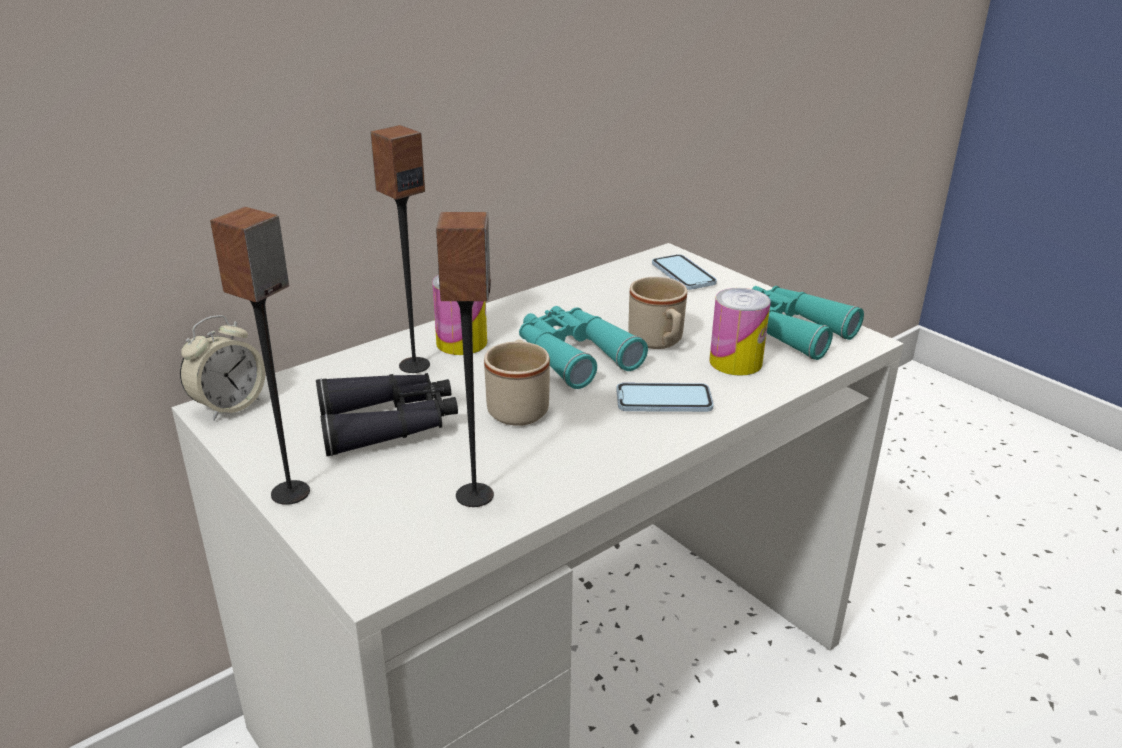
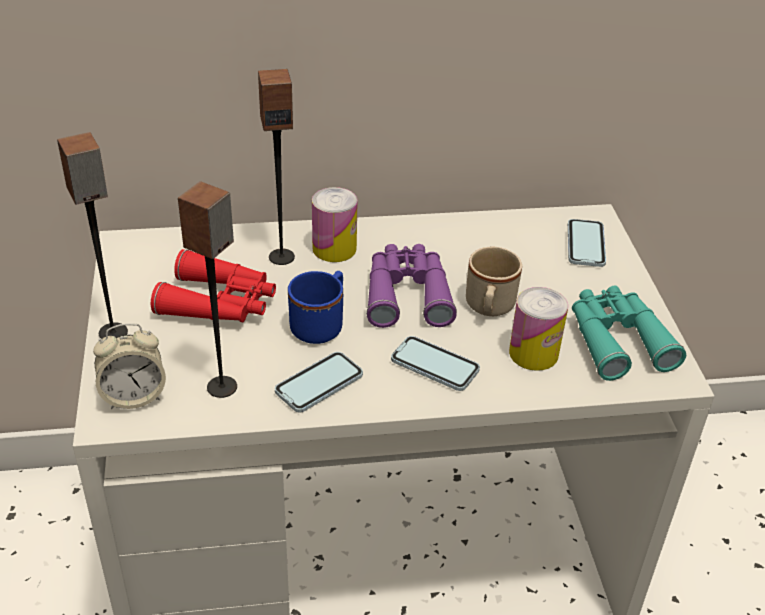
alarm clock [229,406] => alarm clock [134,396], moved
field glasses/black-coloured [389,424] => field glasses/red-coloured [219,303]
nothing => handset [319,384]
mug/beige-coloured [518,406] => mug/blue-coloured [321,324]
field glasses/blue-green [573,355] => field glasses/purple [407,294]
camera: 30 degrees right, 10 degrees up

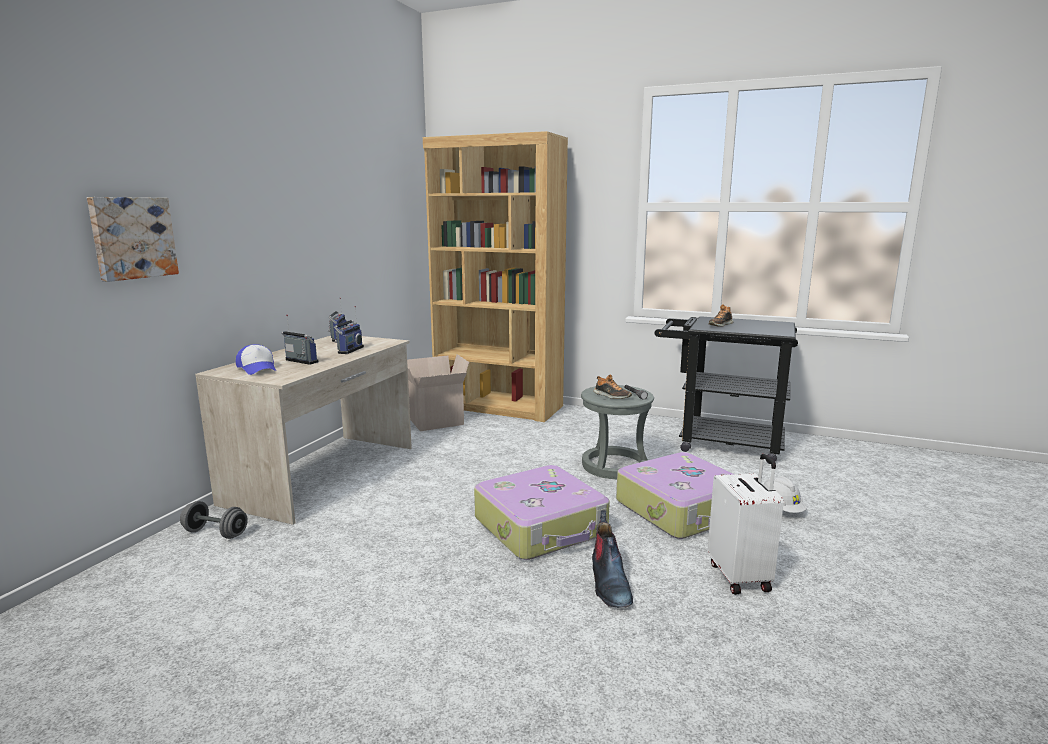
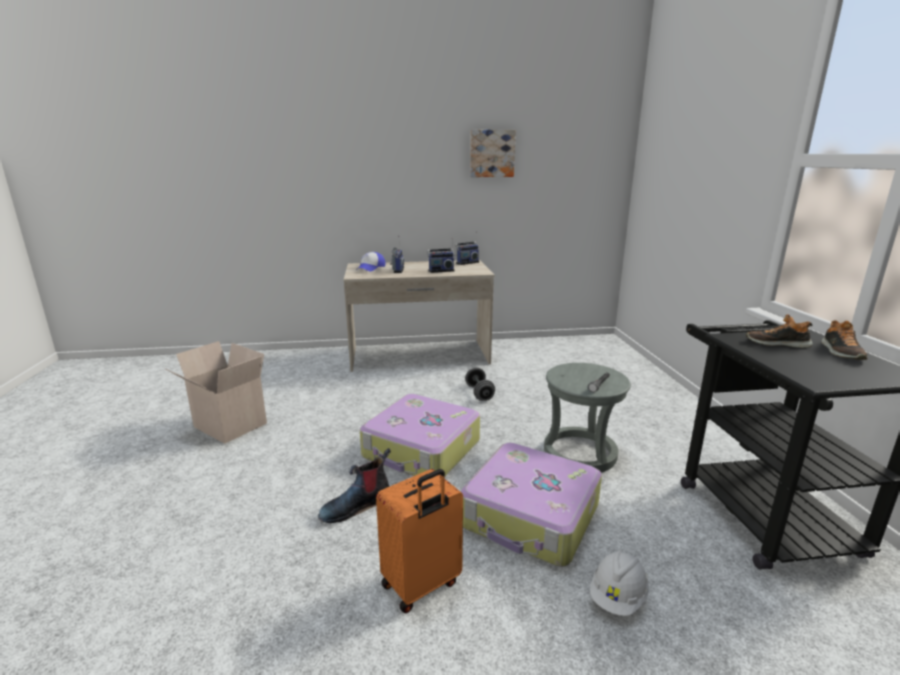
carton [436,422] => carton [228,425], moved
travel case/white [740,576] => travel case/orangey [422,585]
hand weight/gray [215,533] => hand weight/gray [479,393], moved
wall art [132,238] => wall art [491,153], moved
item of footwear [611,396] => item of footwear [841,352], moved
bookshelf/brown-coloured [498,406] => nothing
camera: 60 degrees right, 5 degrees up

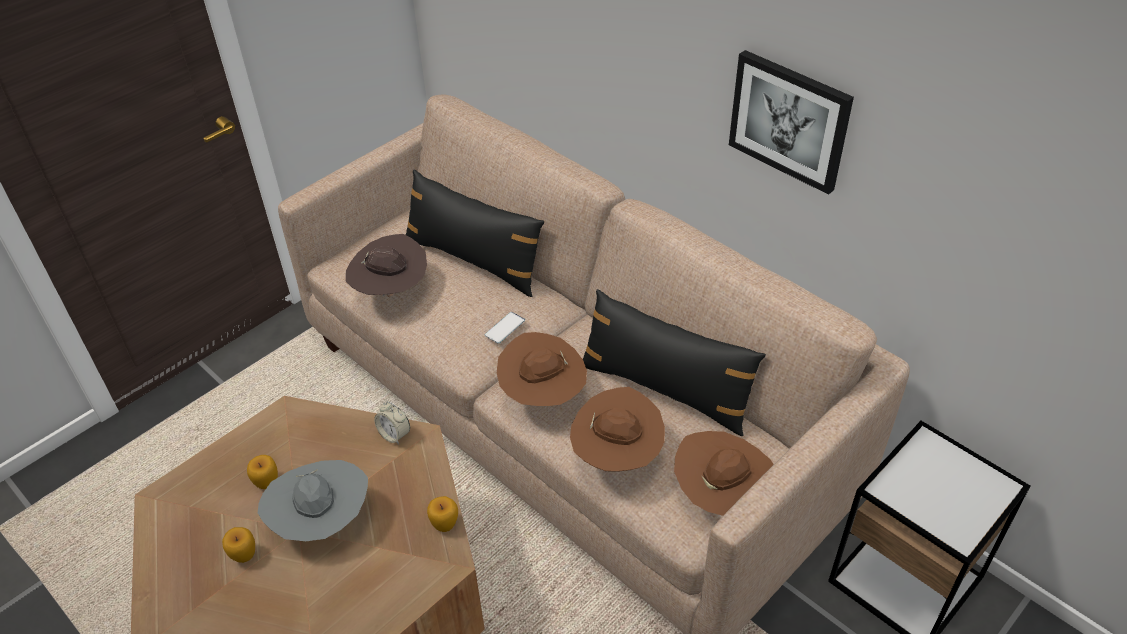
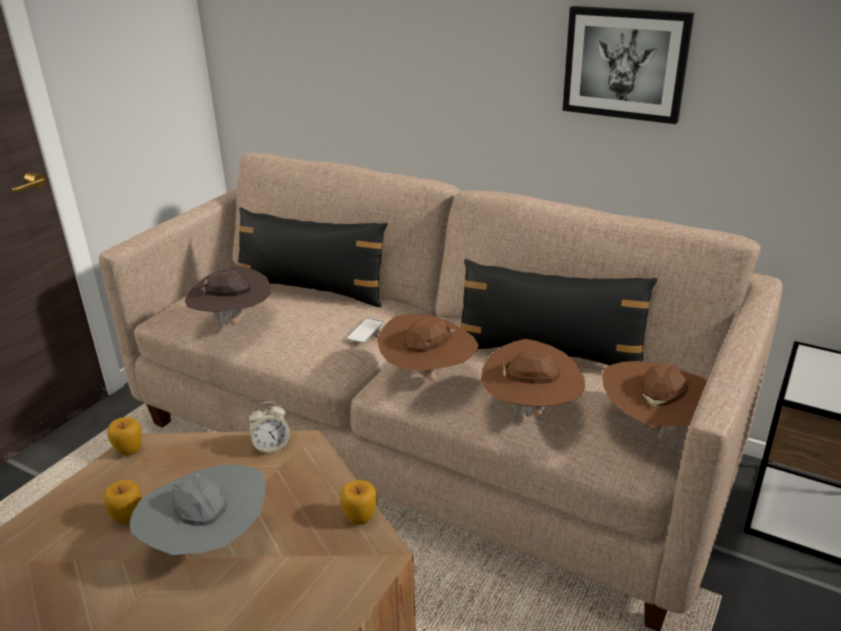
apple [244,555] => apple [129,451], moved
alarm clock [394,435] => alarm clock [271,446], 45 degrees counterclockwise
camera: 15 degrees left, 15 degrees down

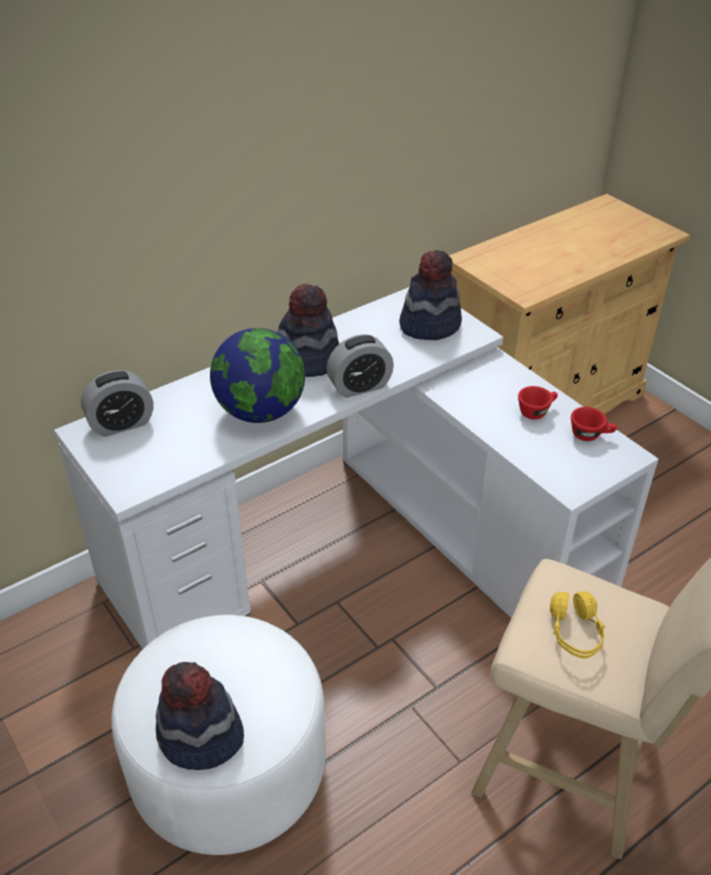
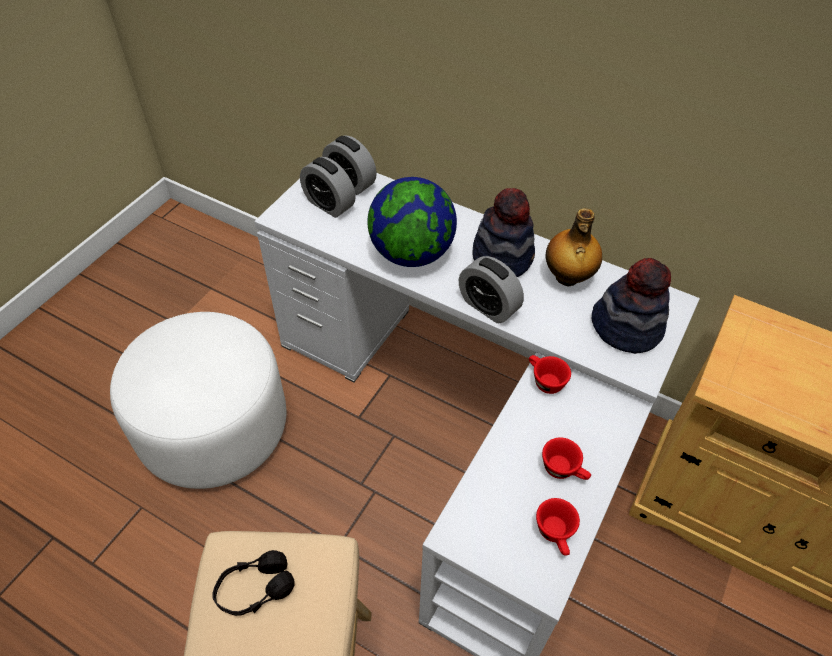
headset/yellowish [575,633] => headset/black-coloured [255,589]
nothing => alarm clock [329,204]
nothing => drinking cup/red-coloured [544,381]
nothing => drink bottle [567,277]
wearable hat [200,737] => nothing
camera: 65 degrees right, 10 degrees up

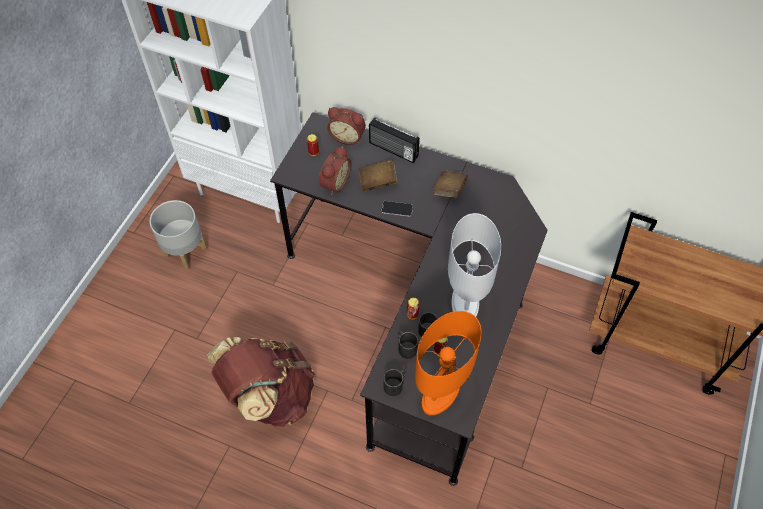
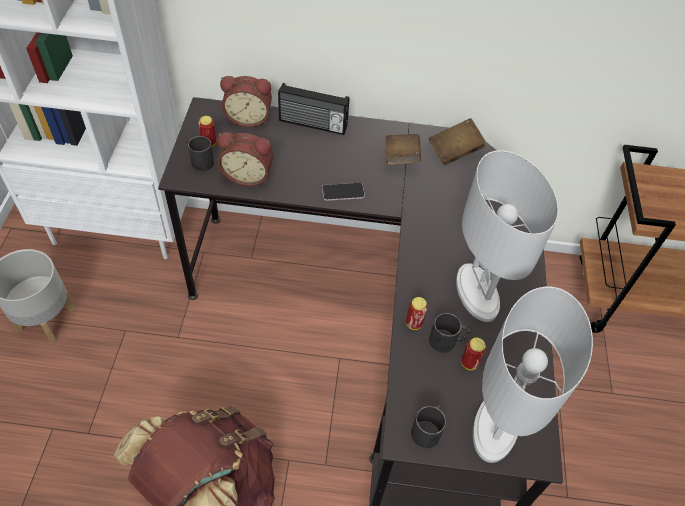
mug/black-coloured [405,347] => mug/black-coloured [199,161], moved
alarm clock [334,182] => alarm clock [248,175], 90 degrees clockwise
bound book/brown-coloured [377,181] => bound book/brown-coloured [454,151], moved
tabletop lamp/orangey [440,393] => tabletop lamp/white [495,426]
camera: 20 degrees left, 5 degrees down

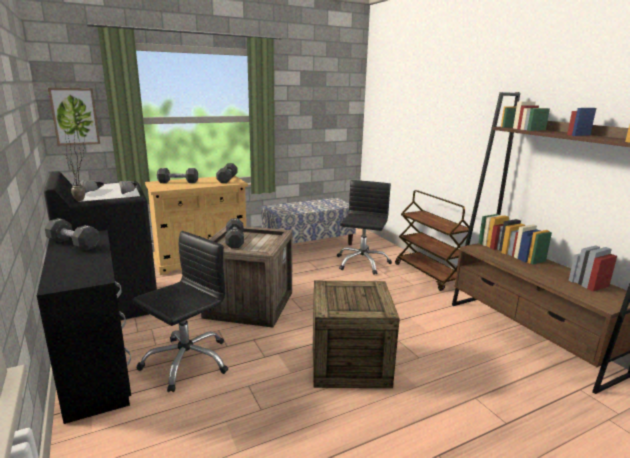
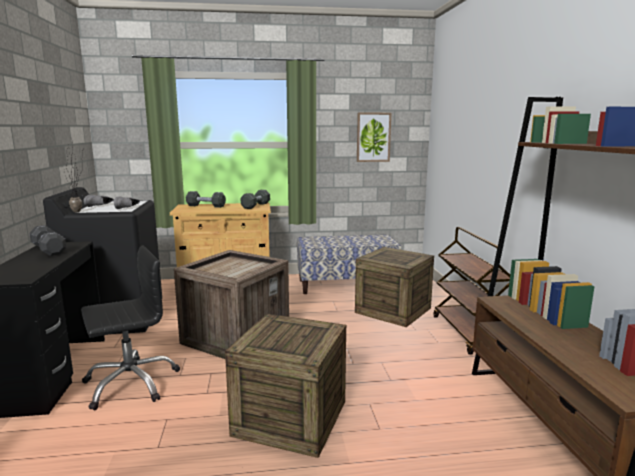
office chair/black-coloured [362,263] => crate [393,310]
wall art [75,116] => wall art [373,137], moved
hand weight/black-coloured [235,240] => nothing
camera: 20 degrees right, 5 degrees down

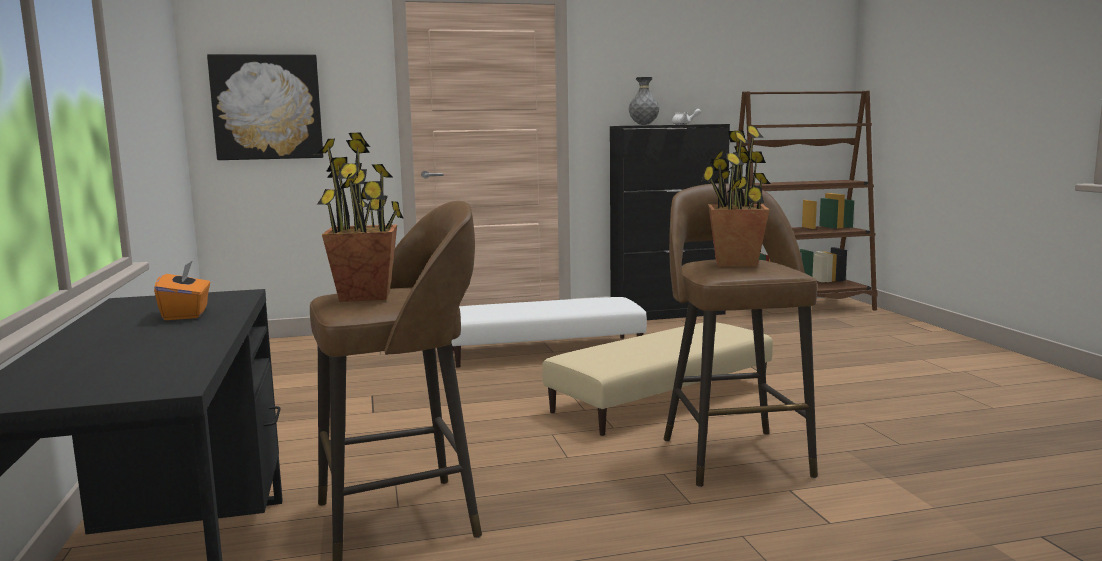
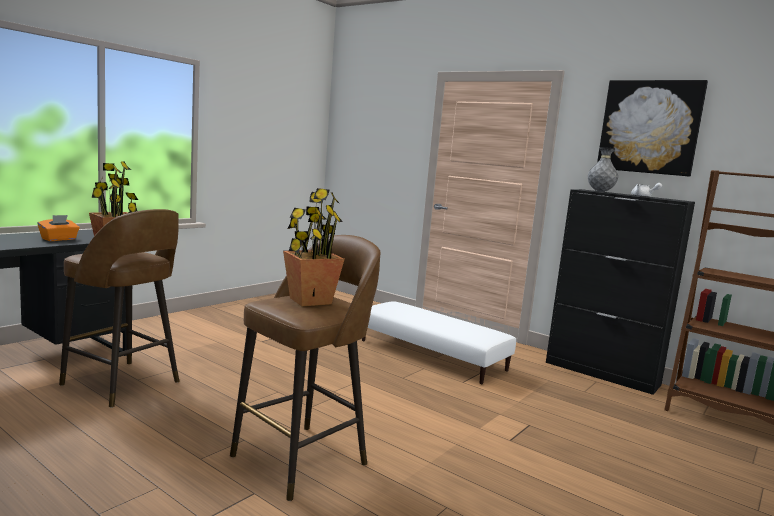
wall art [267,107] => wall art [649,127], moved
pouffe/beige-coloured [661,397] => nothing
camera: 50 degrees right, 0 degrees up

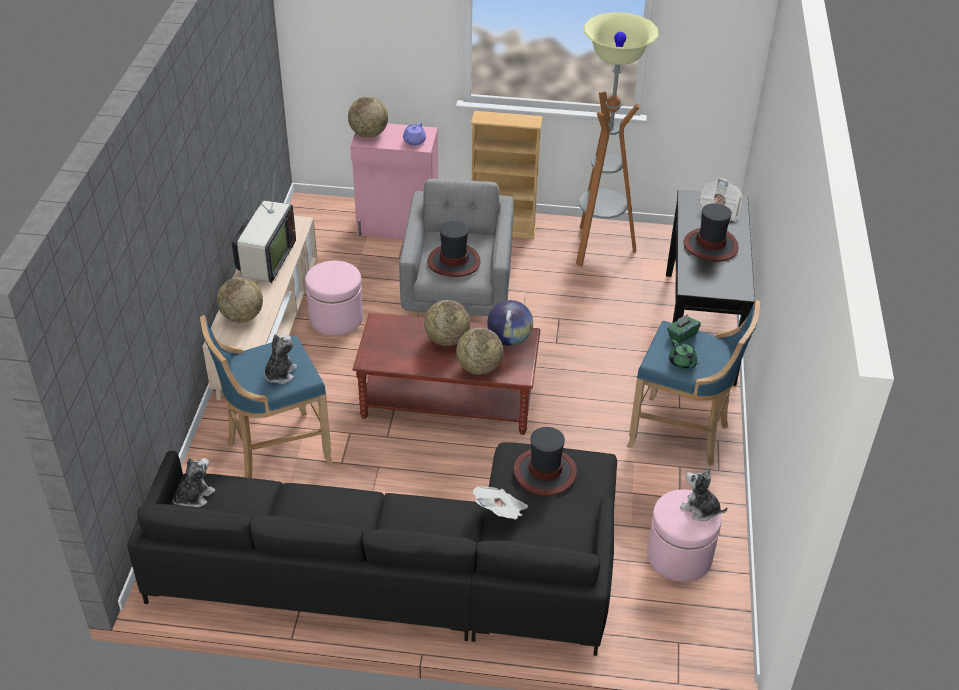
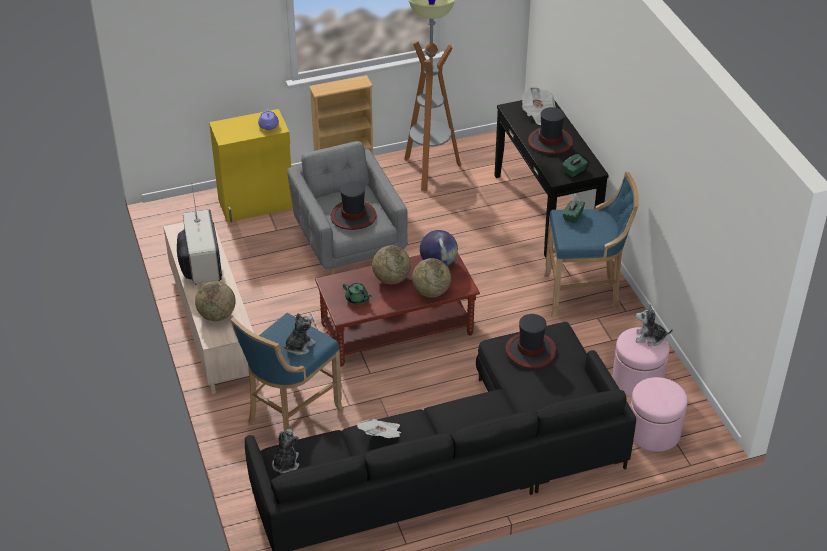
storage cabinet/pink-coloured [398,227] => storage cabinet/yellowish [257,204]
cuddly toy [280,374] => cuddly toy [299,346], 45 degrees clockwise
tea pot/green-coloured [682,363] => tea pot/green-coloured [357,299], moved
printed paper [500,512] => printed paper [381,436], moved
nothing => tissue holder/green-coloured [574,171]
pouffe/pink-coloured [336,318] => pouffe/pink-coloured [653,432], moved
globe [369,134] => nothing
camera: 25 degrees left, 0 degrees up

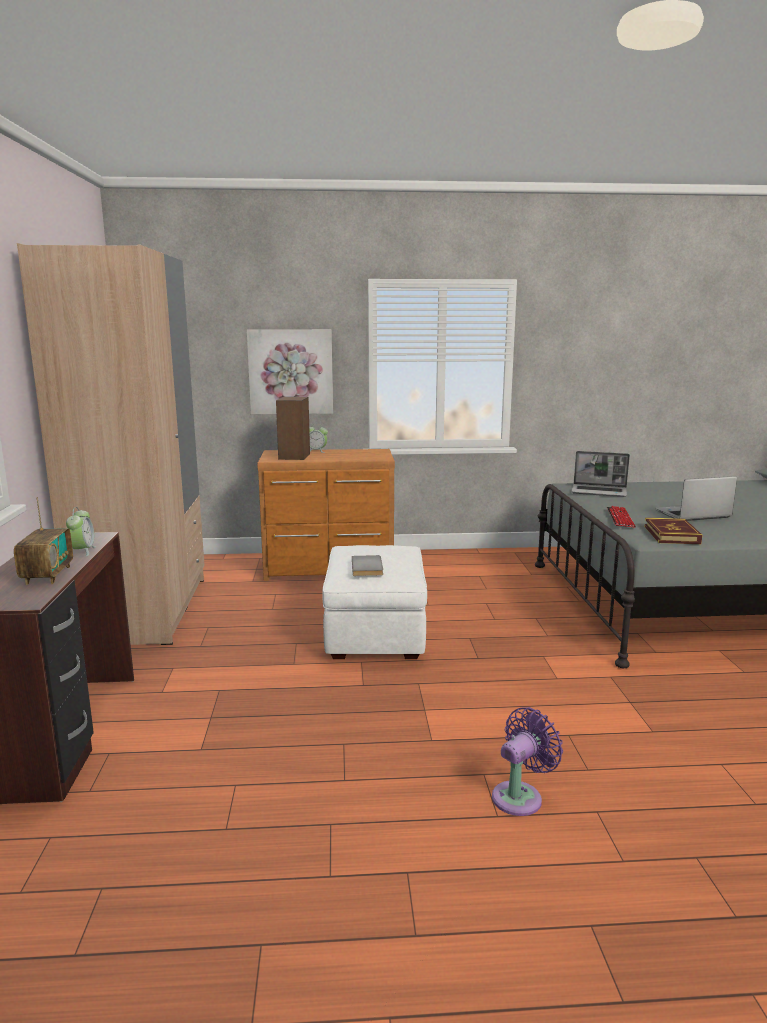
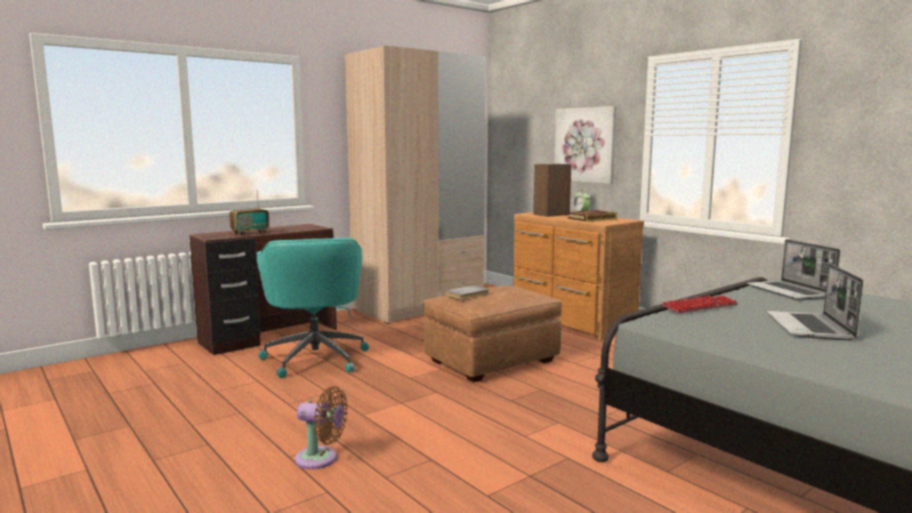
nothing => office chair/blue-green [315,357]
fan/purple [520,796] => fan/brown-coloured [320,459]
pouffe/white [375,633] => pouffe/brown-coloured [491,361]
bound book [671,535] => bound book [592,218], moved
laptop [692,515] => laptop [810,327], 120 degrees counterclockwise
alarm clock [83,551] => nothing
camera: 55 degrees right, 5 degrees down

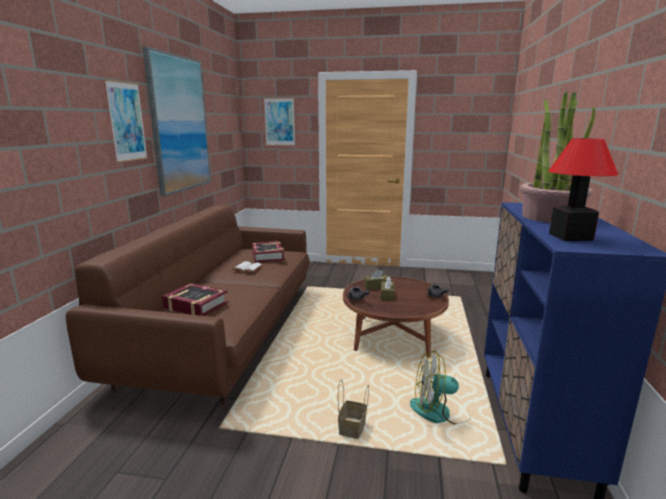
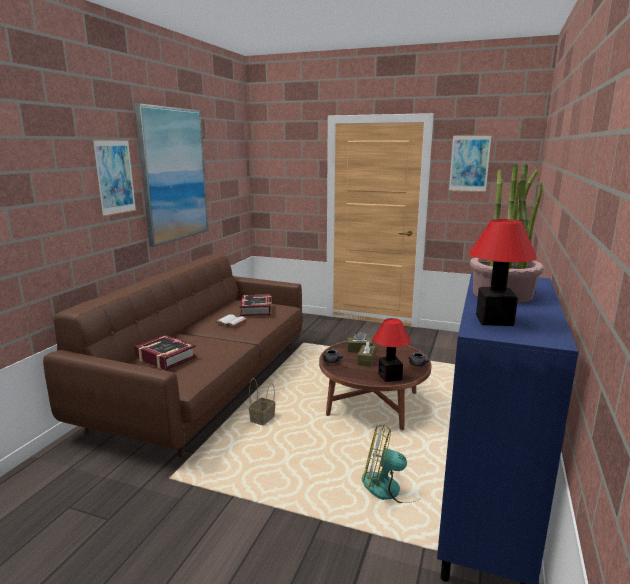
storage basket [352,429] => storage basket [262,419], moved
nothing => tabletop lamp [389,376]
wall art [279,122] => wall art [469,163], moved
camera: 10 degrees right, 0 degrees up

